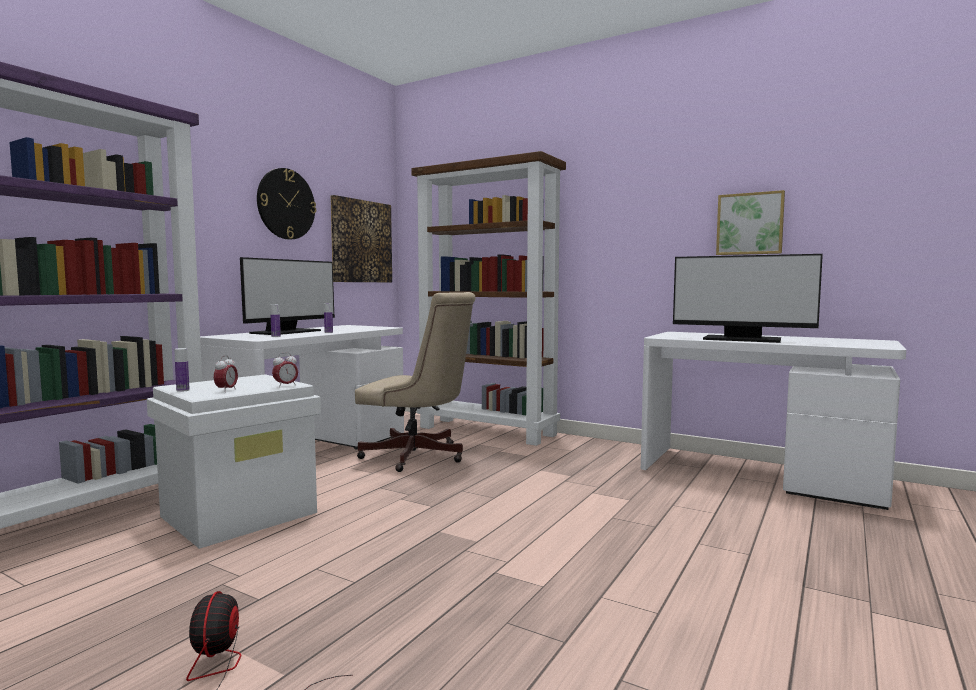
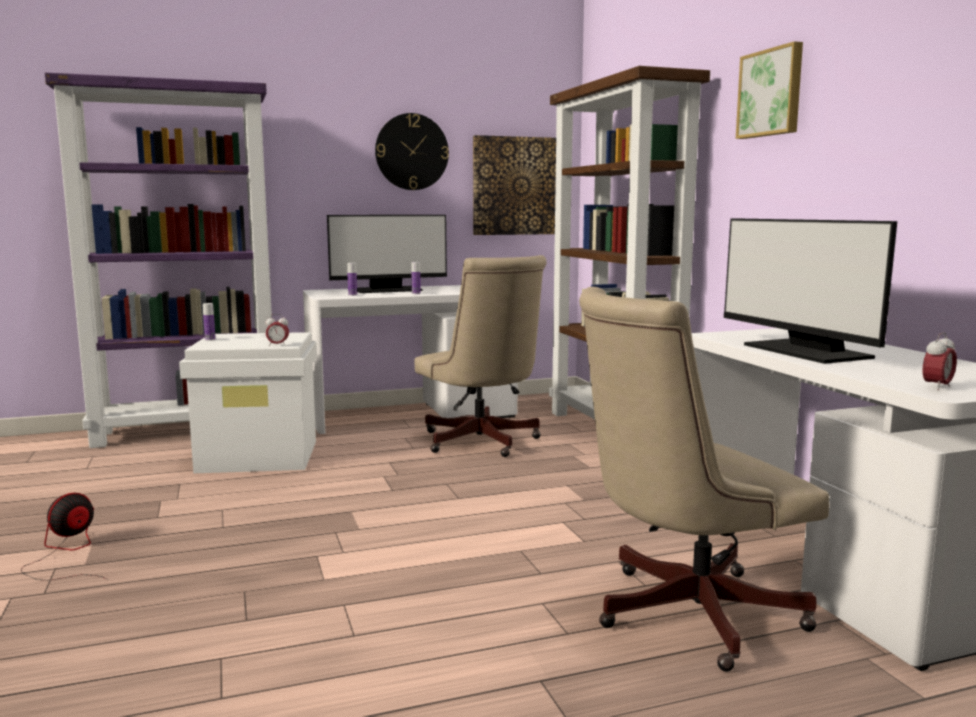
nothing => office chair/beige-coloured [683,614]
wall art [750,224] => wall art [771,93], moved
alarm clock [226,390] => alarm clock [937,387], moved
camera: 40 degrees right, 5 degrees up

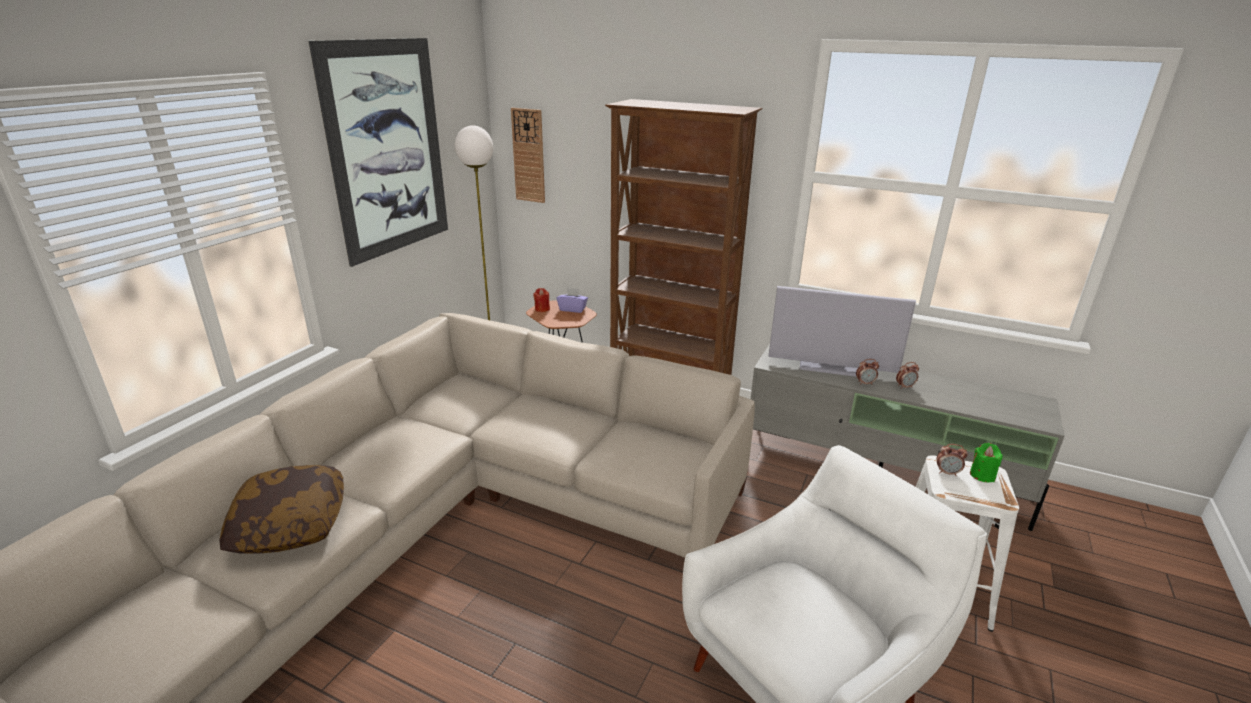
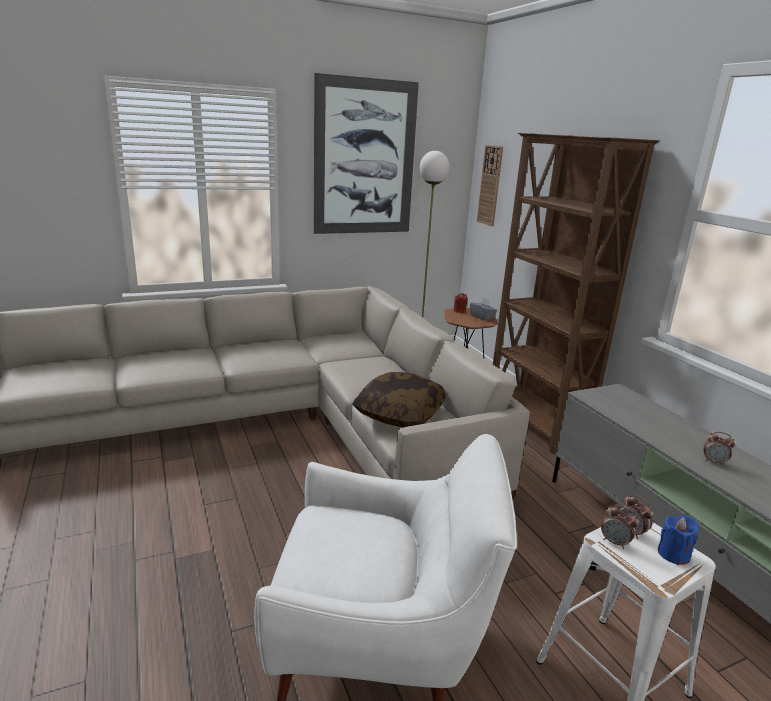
throw pillow [290,525] => throw pillow [399,413], moved
tissue holder/purple [572,309] => tissue holder/gray [482,317]
alarm clock [865,383] => alarm clock [615,542], moved
wax candle/green-coloured [982,475] => wax candle/blue-coloured [673,554]
television [831,368] => nothing
camera: 40 degrees right, 5 degrees down

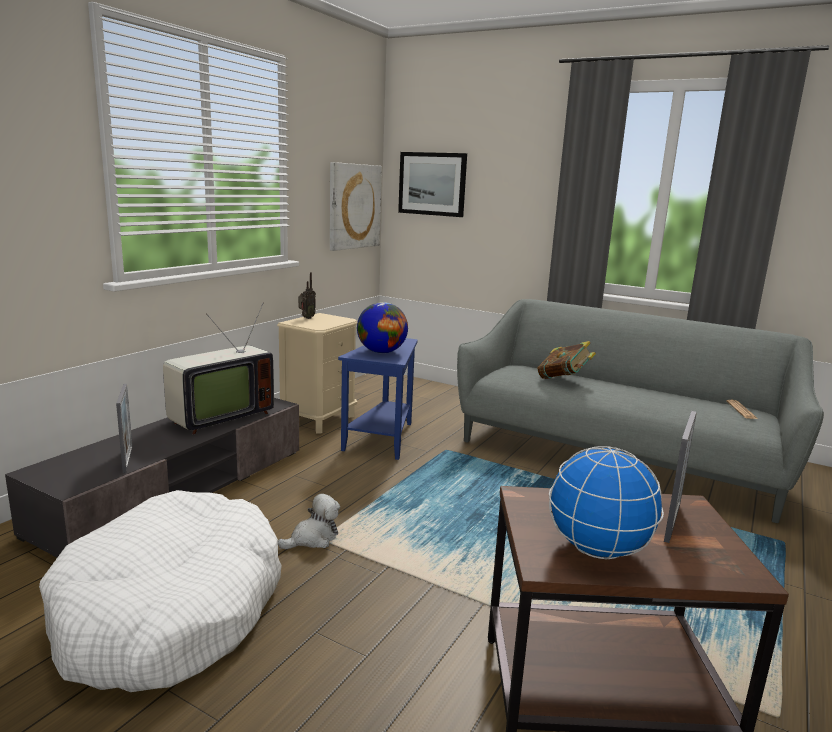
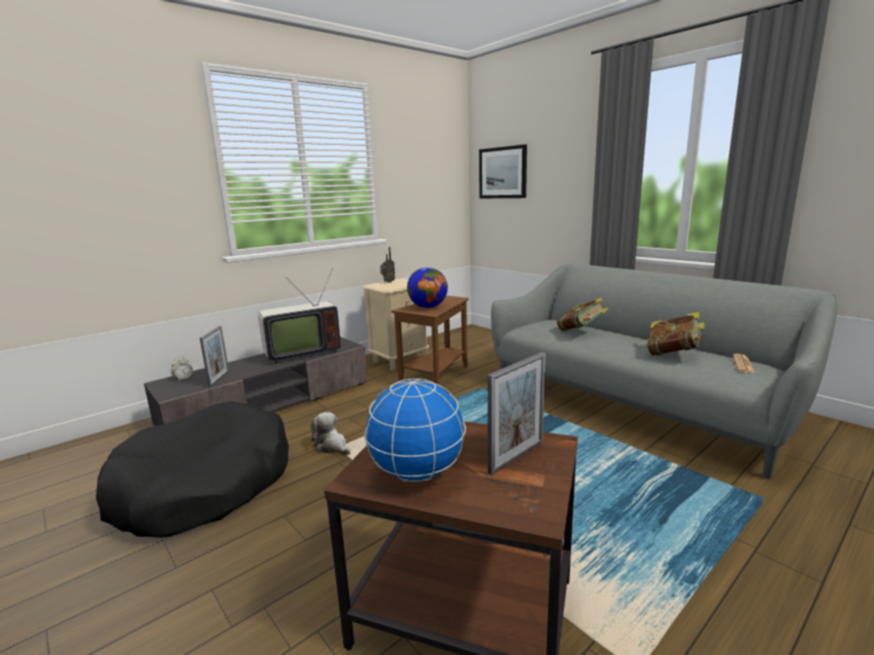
dog bed/white [171,610] => dog bed/black-coloured [204,485]
nothing => alarm clock [183,378]
cuddly toy [313,539] => cuddly toy [332,447], 120 degrees counterclockwise
end table/blue-coloured [382,440] => end table/brown-coloured [436,377]
nothing => bound book [673,354]
wall art [354,206] => nothing
camera: 20 degrees right, 0 degrees up

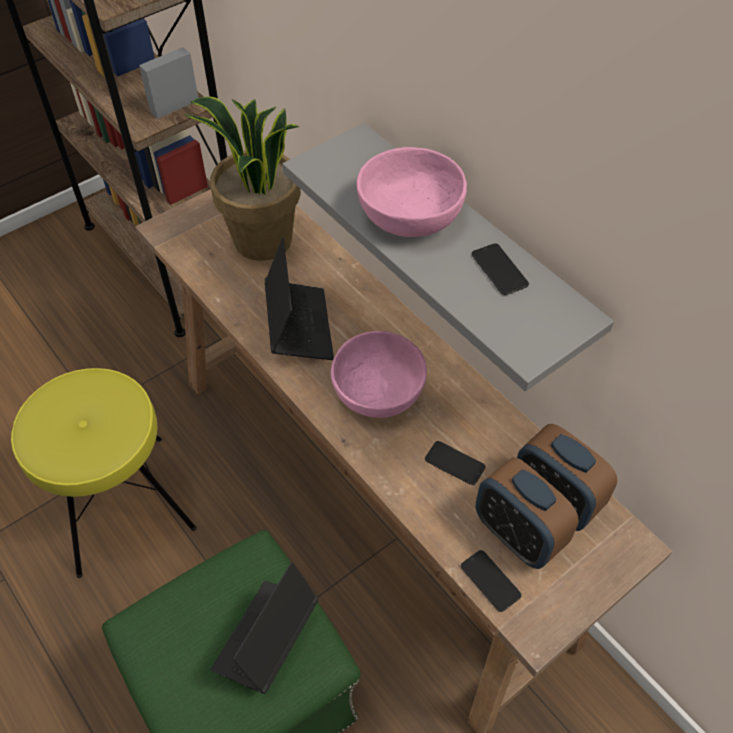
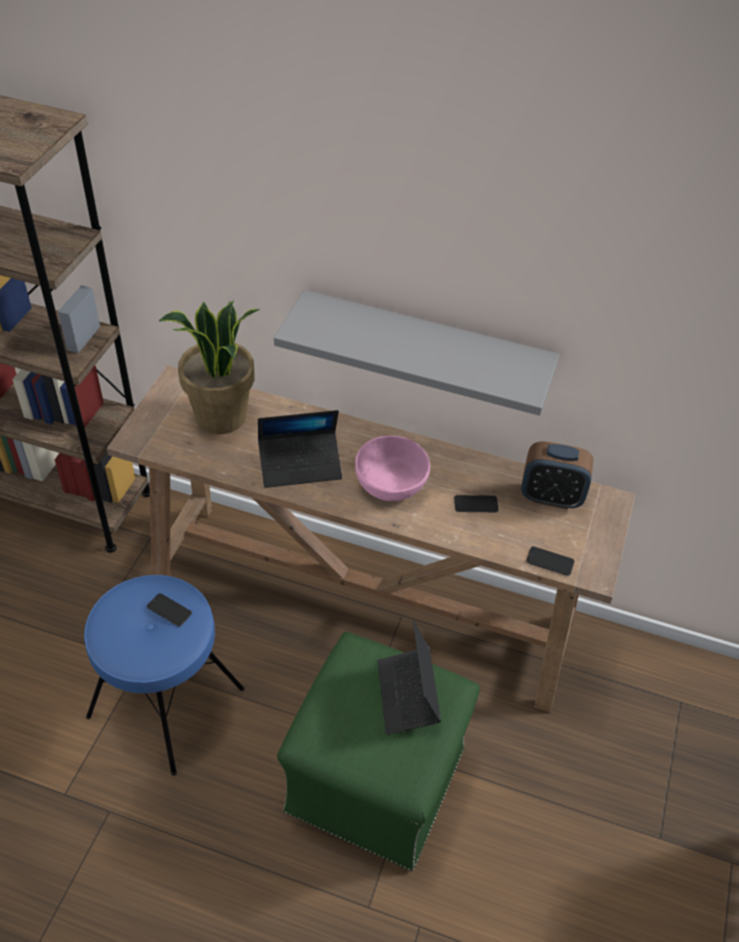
stool/yellowish [122,502] => stool/blue-coloured [166,701]
handset [499,270] => handset [169,610], moved
laptop [298,326] => laptop [300,465], 120 degrees clockwise
serving bowl/pink-coloured [409,214] => nothing
alarm clock [517,535] => nothing
camera: 35 degrees left, 5 degrees down

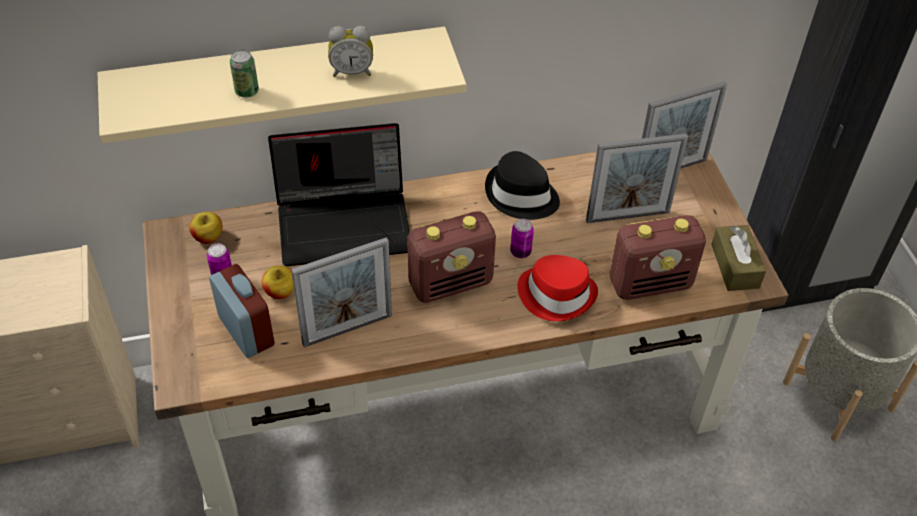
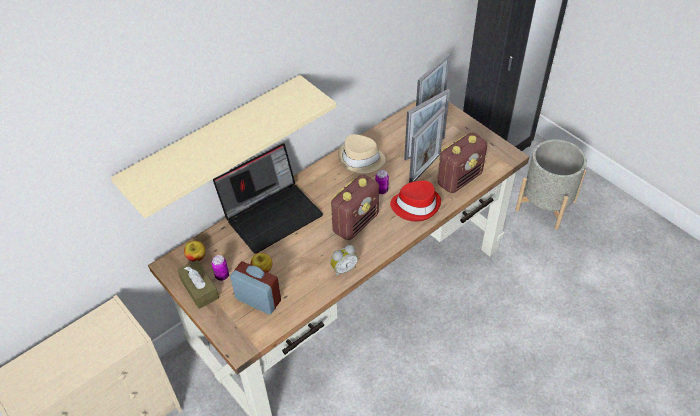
tissue holder/brown-coloured [735,266] => tissue holder/brown-coloured [199,289], moved
alarm clock [352,71] => alarm clock [343,269], moved
wearable hat/black-coloured [521,196] => wearable hat/beige-coloured [361,159]
standing frame [347,329] => standing frame [424,169], moved
metal can [247,91] => nothing
camera: 25 degrees left, 0 degrees up

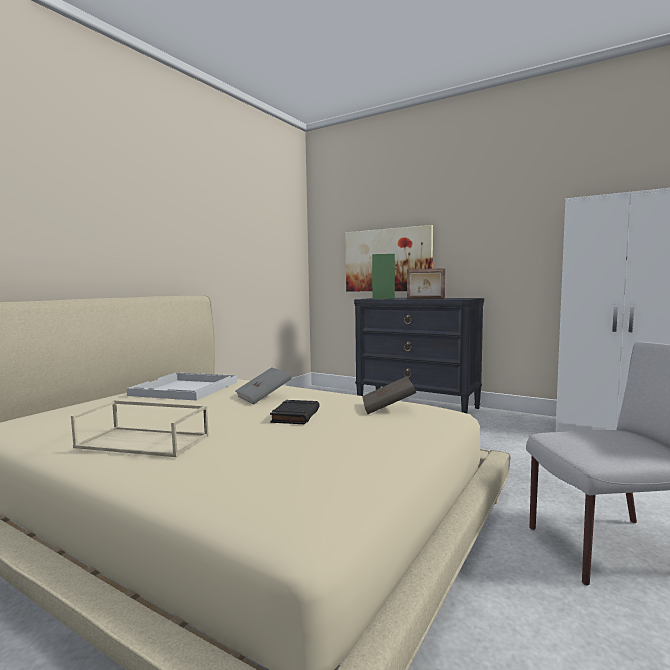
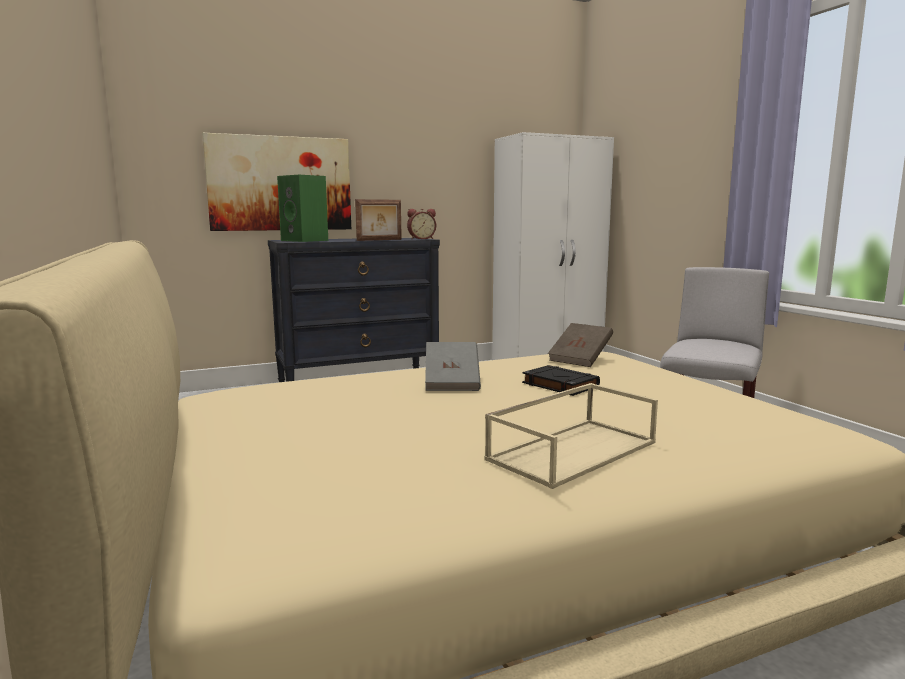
nothing => alarm clock [421,239]
tray/white [185,388] => nothing
camera: 55 degrees left, 5 degrees up

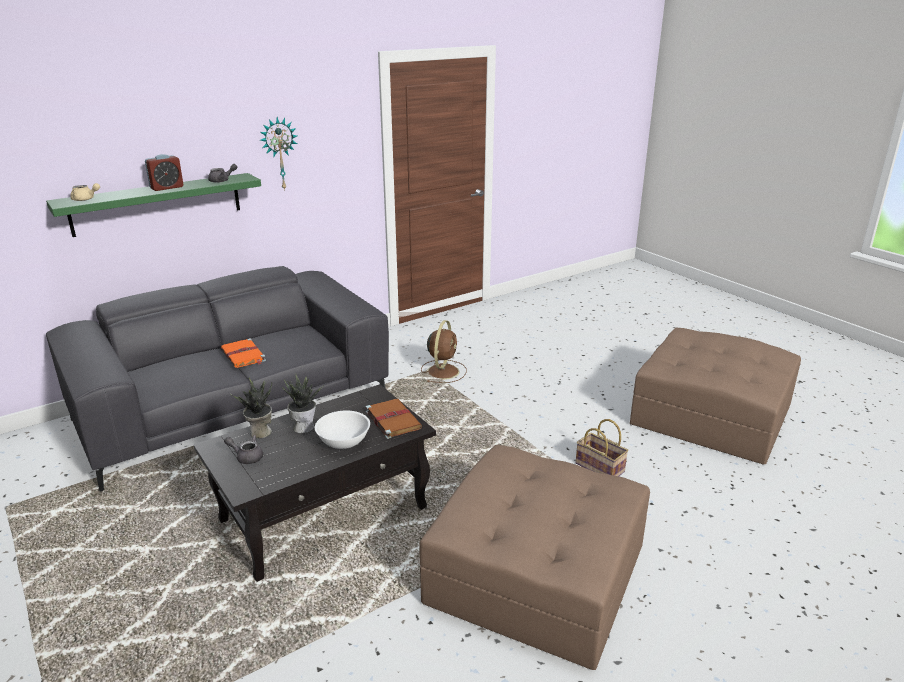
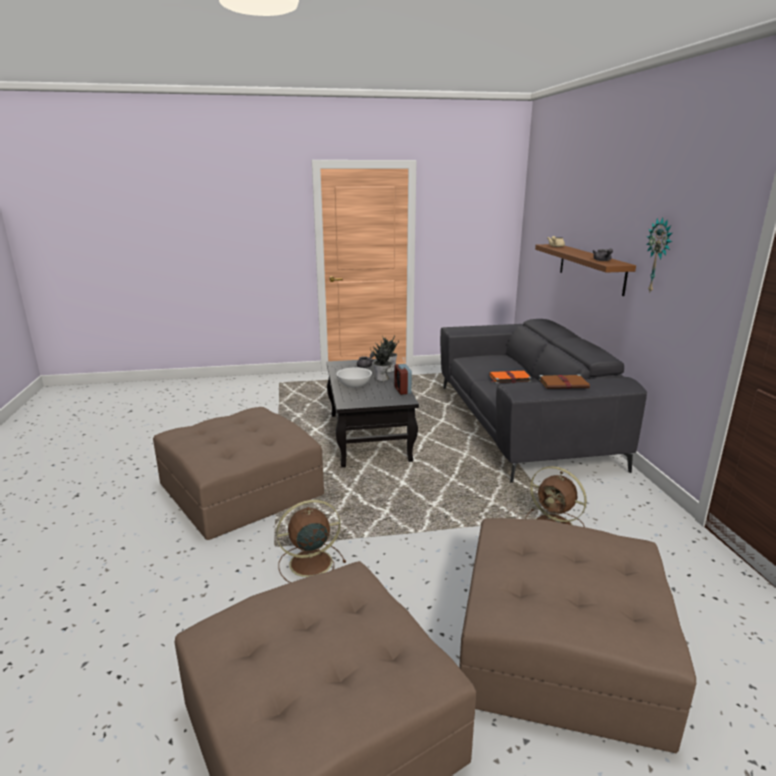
storage basket [601,467] => fan/brown-coloured [309,563]
alarm clock [167,187] => alarm clock [402,390], moved
nothing => pouffe/brown-coloured [560,650]
bracket shelf/green-coloured [157,204] => bracket shelf/brown-coloured [591,268]
bound book/brown-coloured [392,419] => bound book/brown-coloured [564,384], moved
camera: 115 degrees right, 5 degrees down

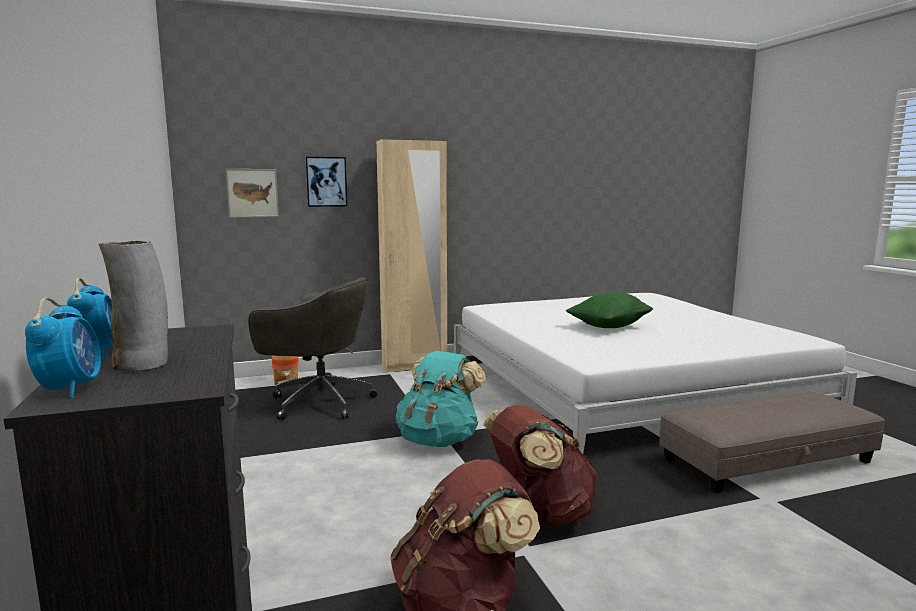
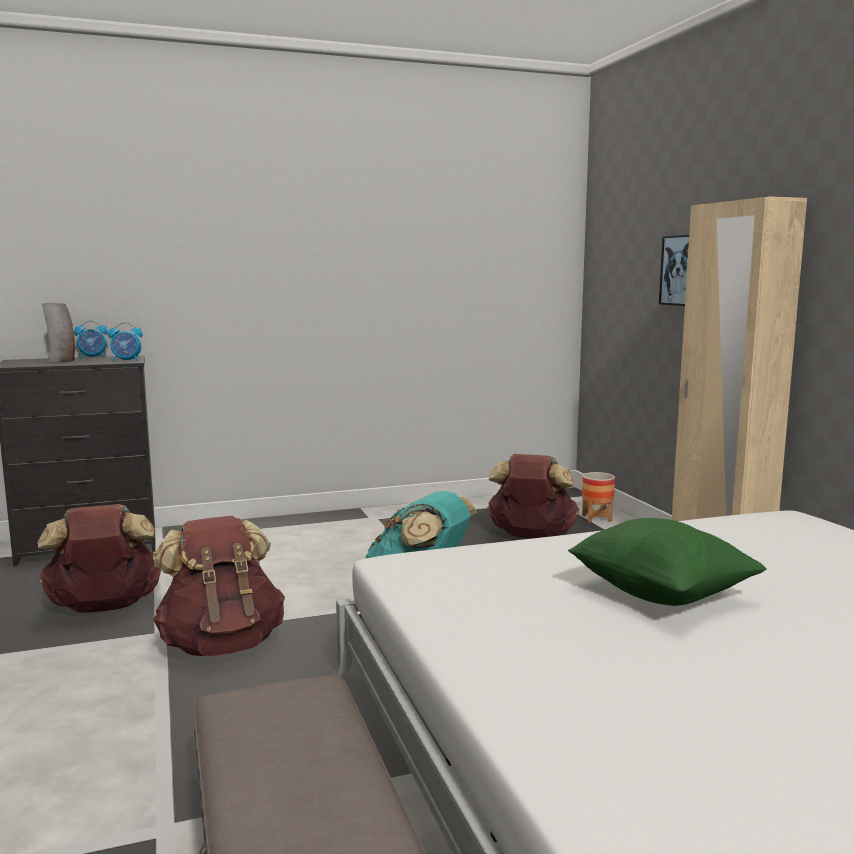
alarm clock [71,389] => alarm clock [127,361], moved
office chair/gray [318,402] => rucksack/brown-coloured [531,537]
wall art [252,193] => nothing
camera: 90 degrees right, 0 degrees up

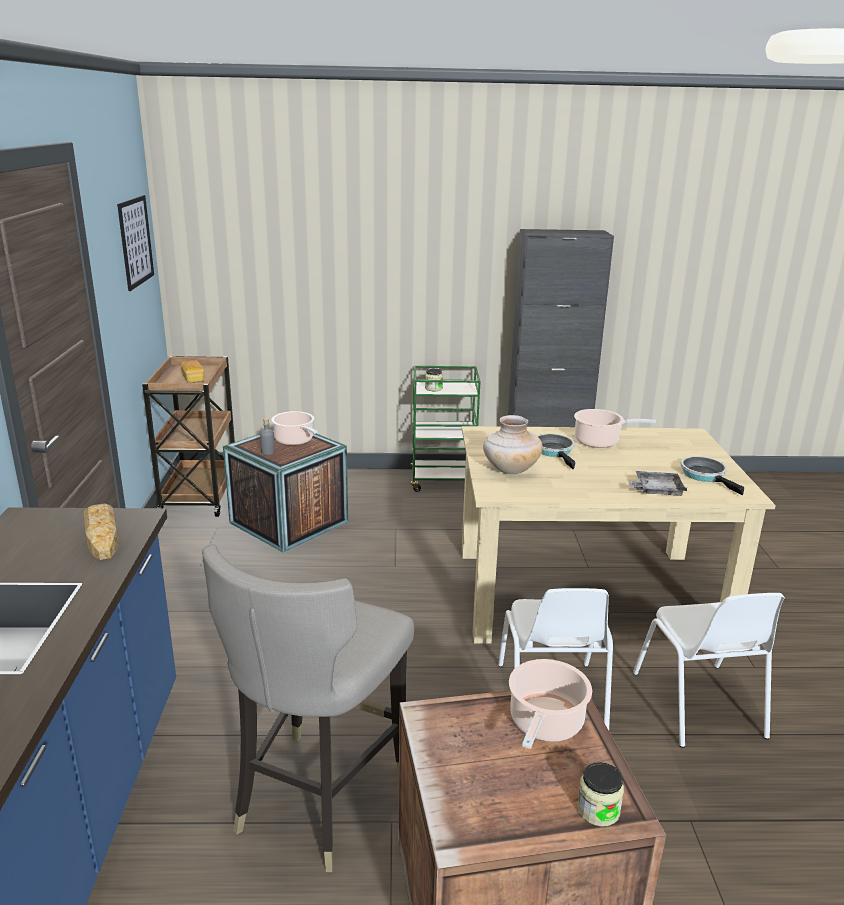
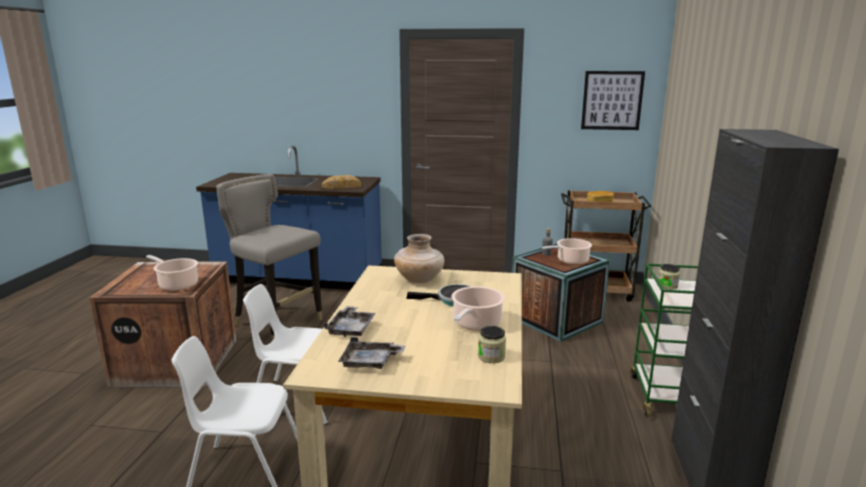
skillet [705,476] => tray/gray [370,362]
jar [598,810] => jar [491,357], moved
camera: 100 degrees right, 5 degrees down

